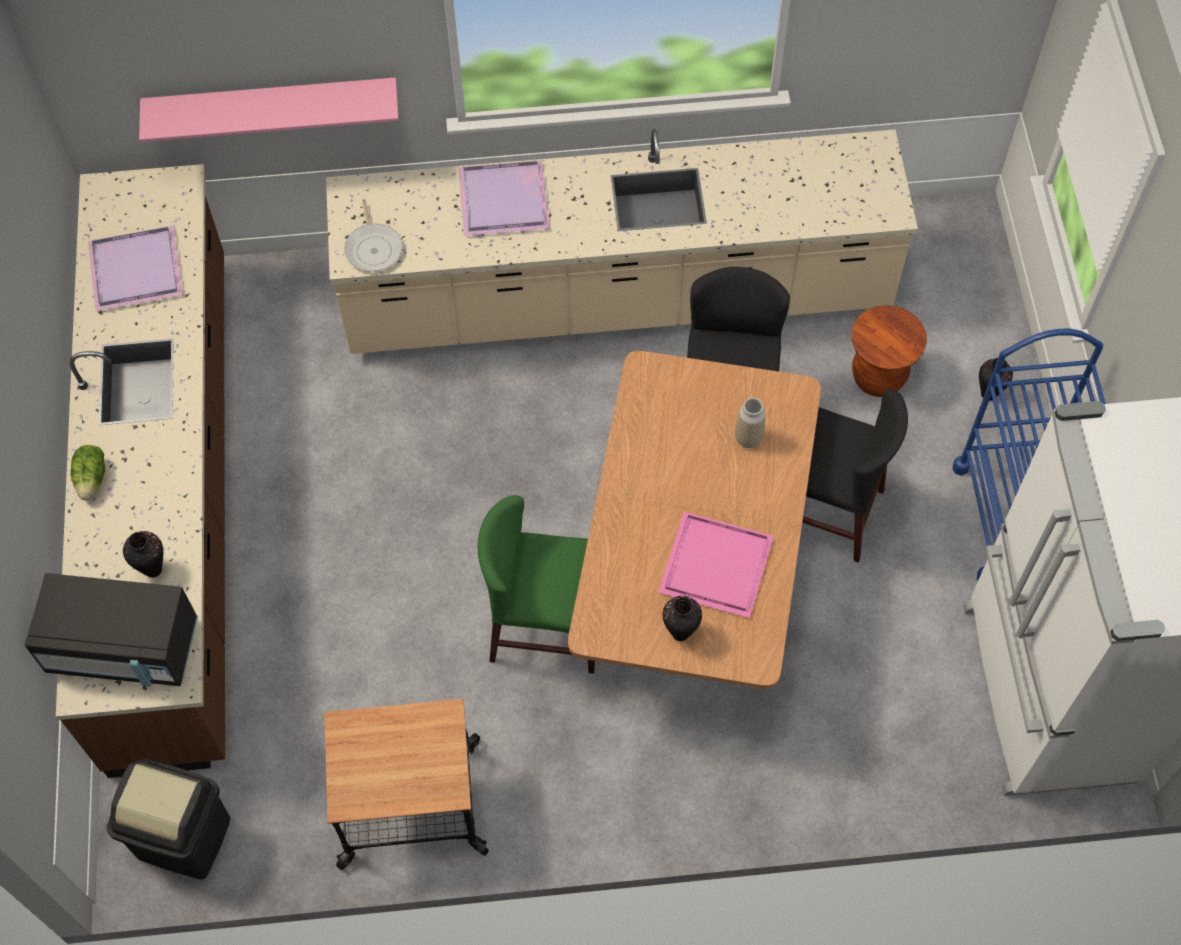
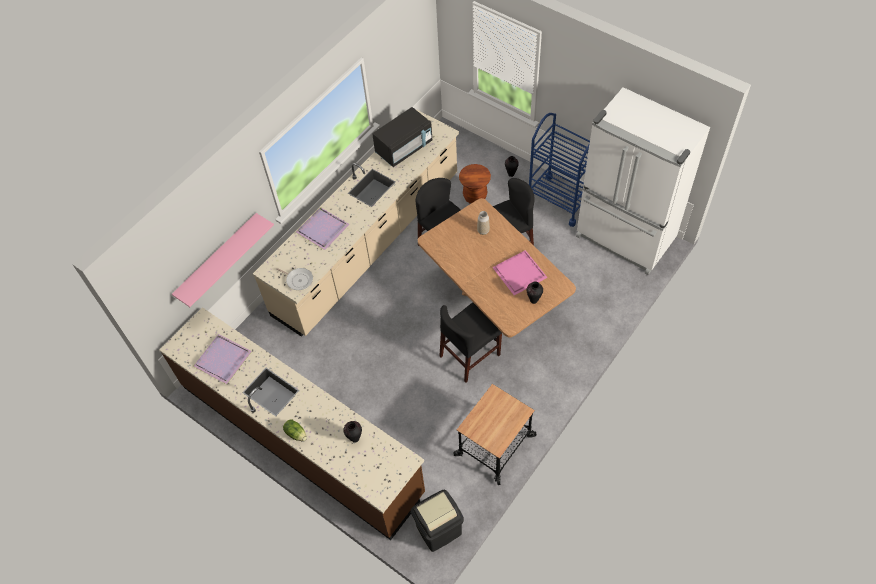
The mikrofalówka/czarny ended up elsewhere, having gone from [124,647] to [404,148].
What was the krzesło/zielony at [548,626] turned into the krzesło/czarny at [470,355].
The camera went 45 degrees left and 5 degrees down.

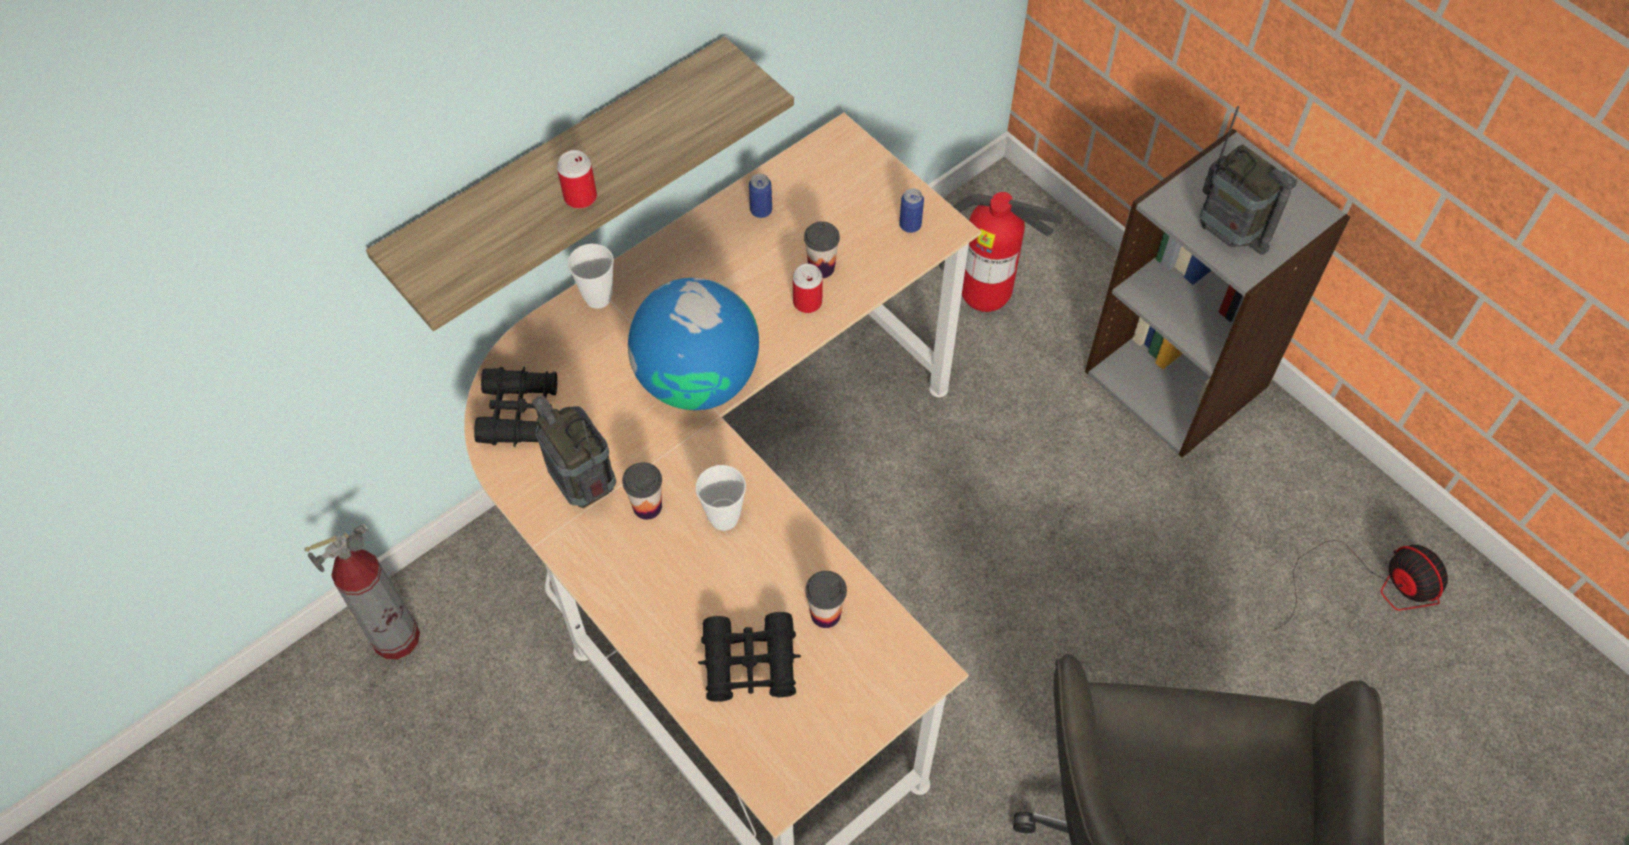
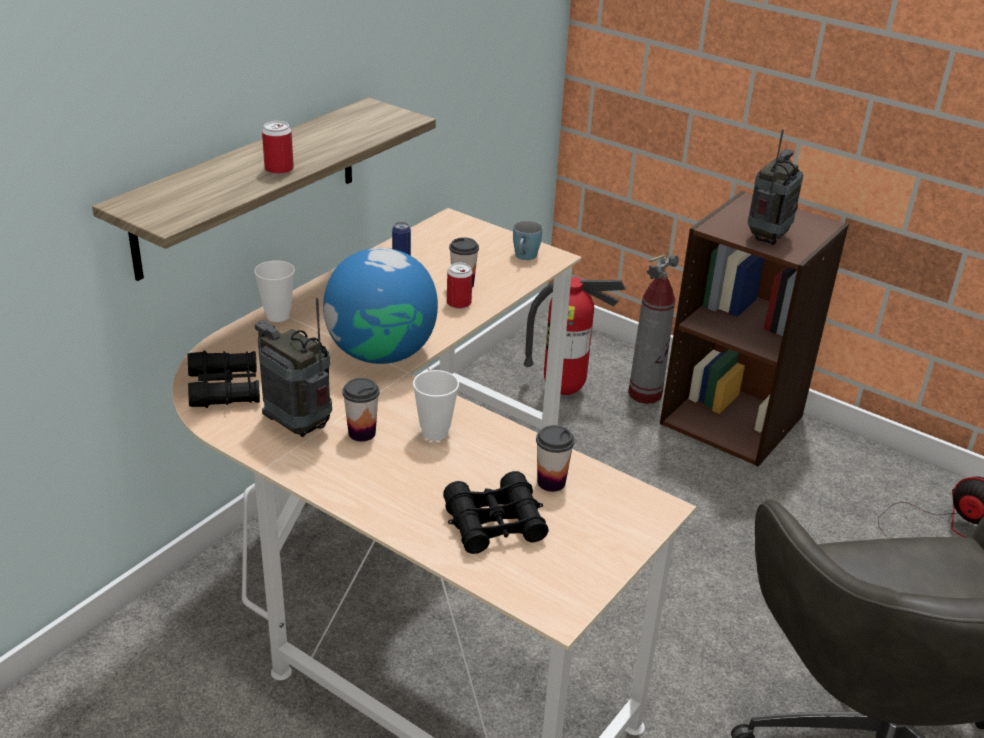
The gaśnica ended up elsewhere, having gone from [396,637] to [645,394].
Where the puszka stood at [910,225], the kubek/niebieski came to stand at [524,257].
What was the regał/szary at [1178,377] turned into the regał/brązowy at [732,419].
The radio at [1227,234] ended up facing another way, 90 degrees counterclockwise from before.
The camera went 15 degrees left and 25 degrees down.

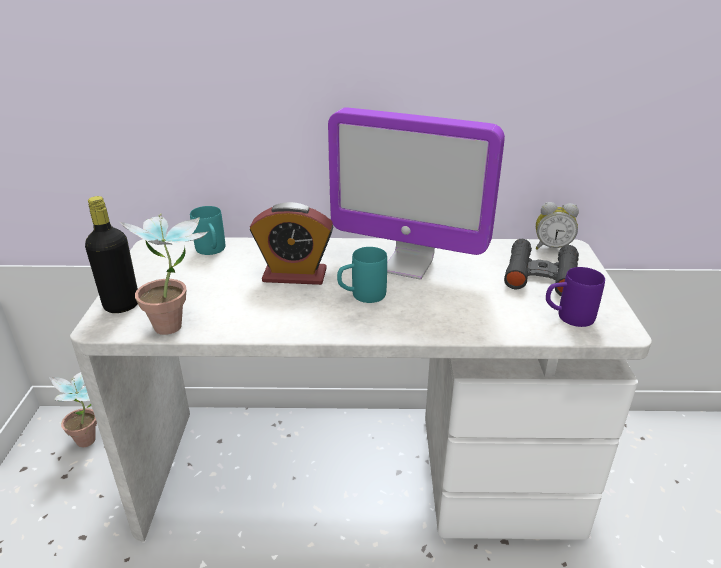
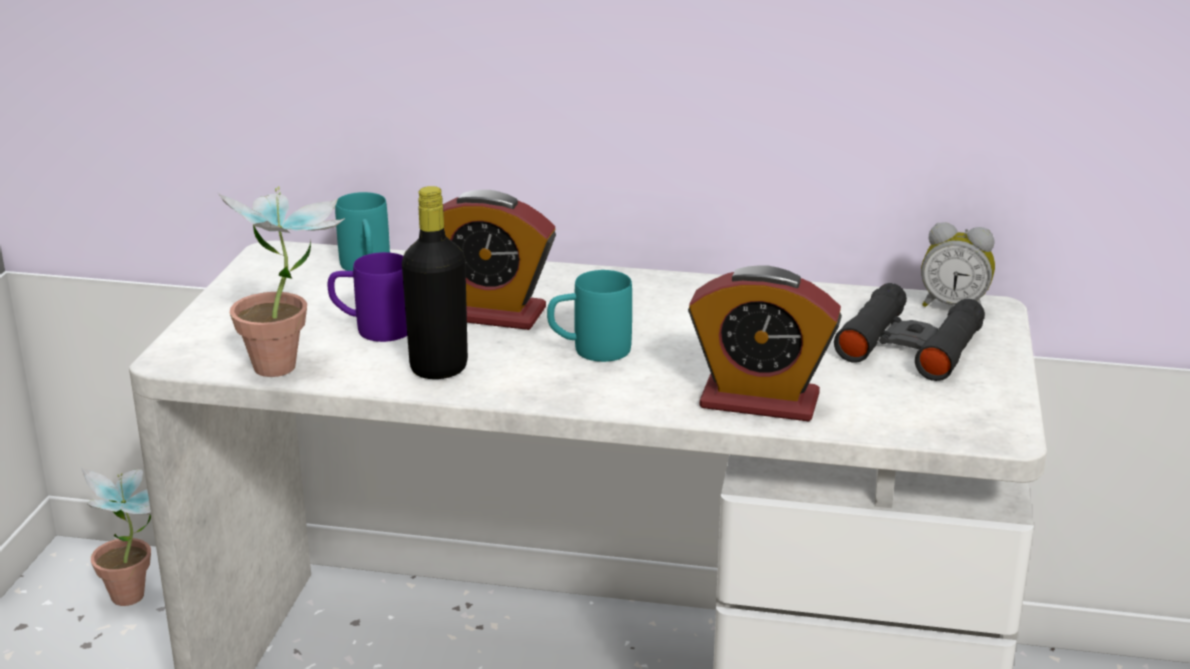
The second view lost the monitor at [408,265].
The second view gained the budzik at [759,401].
The butelka/czarny ended up elsewhere, having gone from [122,305] to [439,368].
The kubek/fioletowy ended up elsewhere, having gone from [567,317] to [372,329].
The camera went 10 degrees right and 5 degrees down.

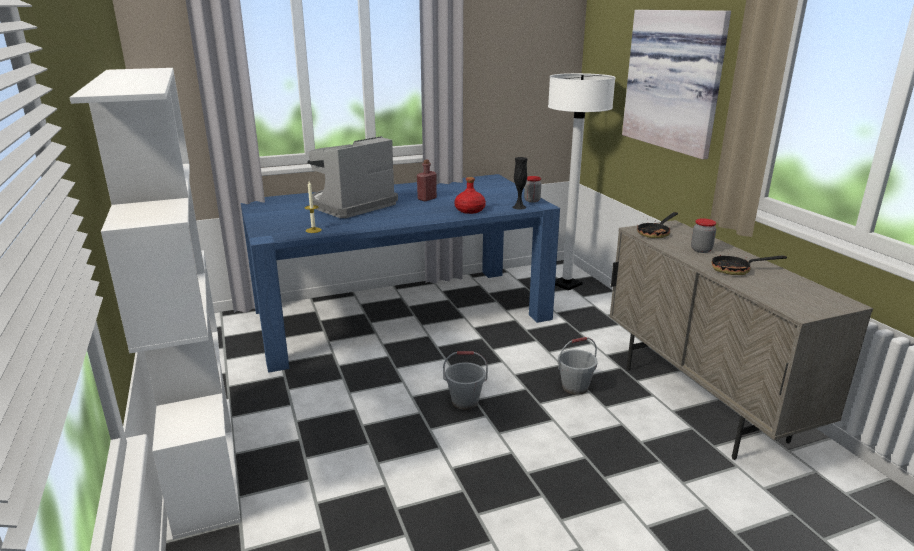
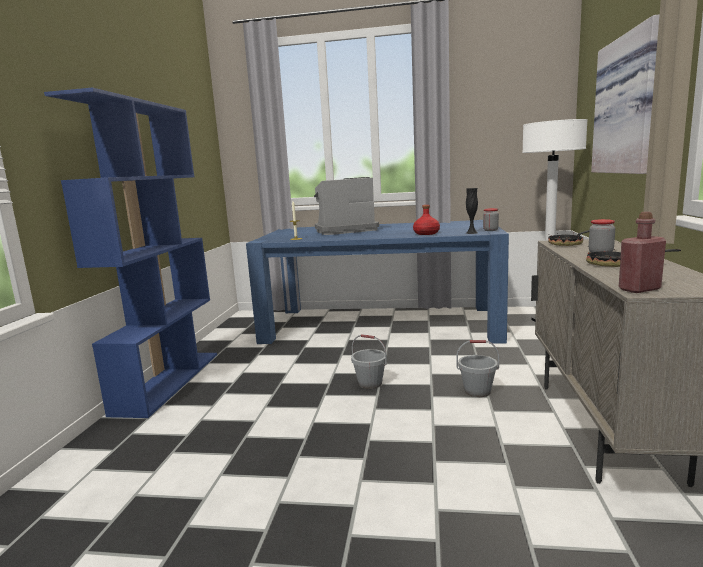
The butelka/czerwony ended up elsewhere, having gone from [427,199] to [639,289].
What was the regał/biały at [203,460] turned into the regał/niebieski at [168,381].
The camera went 30 degrees right and 10 degrees down.

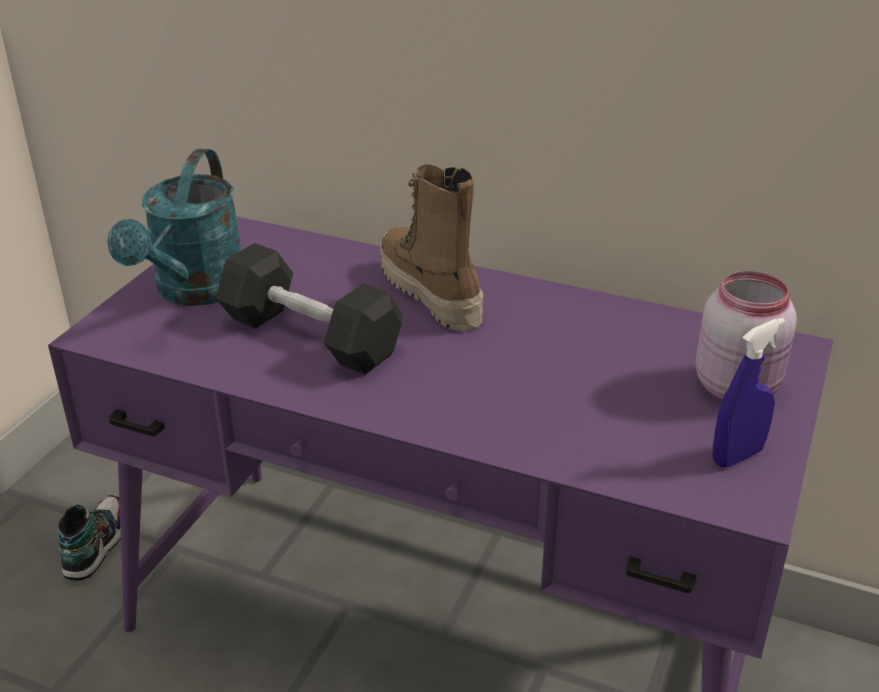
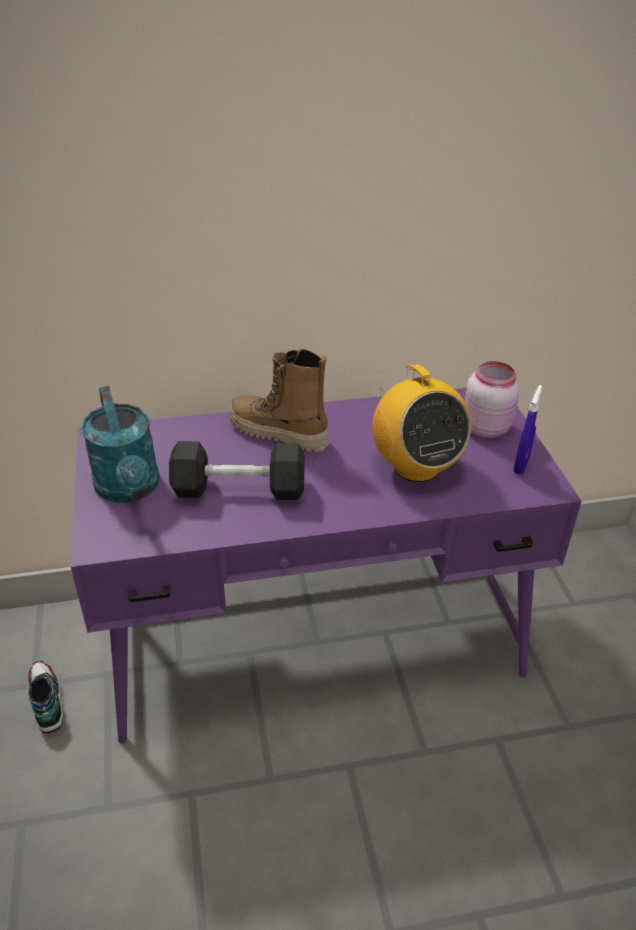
The second view gained the radio at [416,467].
The camera went 35 degrees left and 5 degrees up.

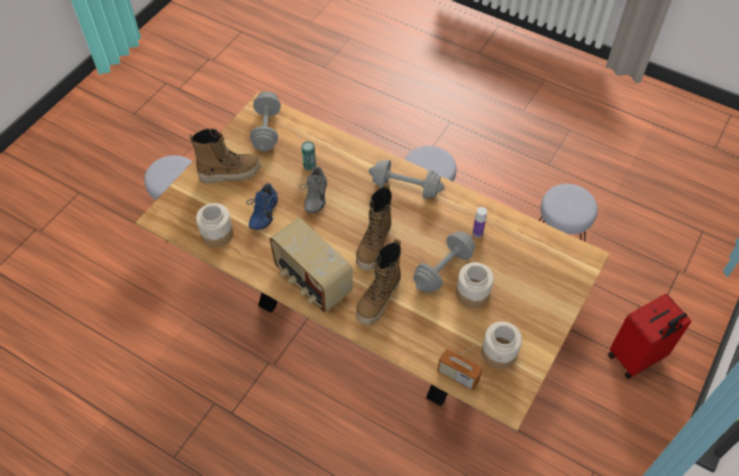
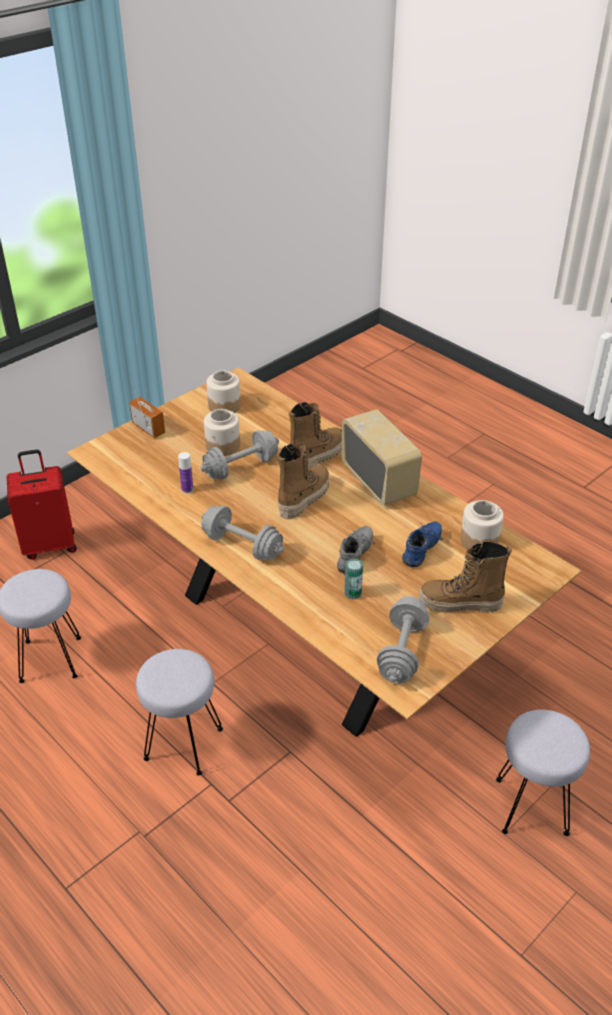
The radio ended up elsewhere, having gone from [458,376] to [148,428].
The camera went 165 degrees left and 15 degrees down.

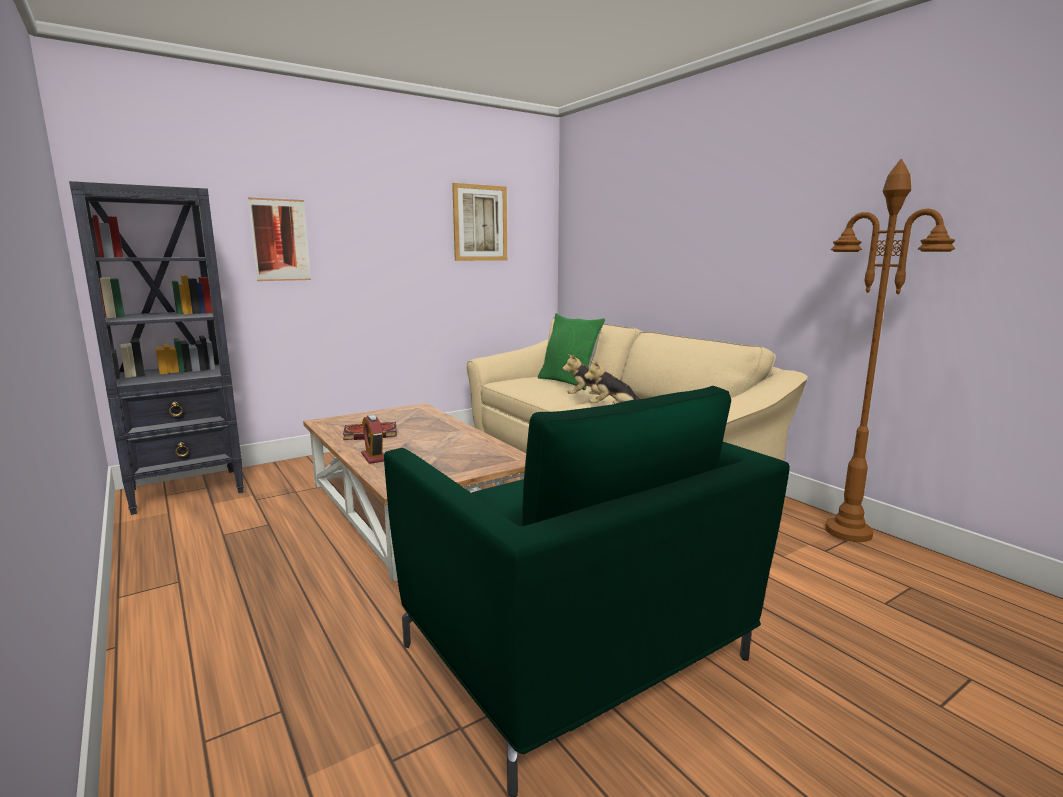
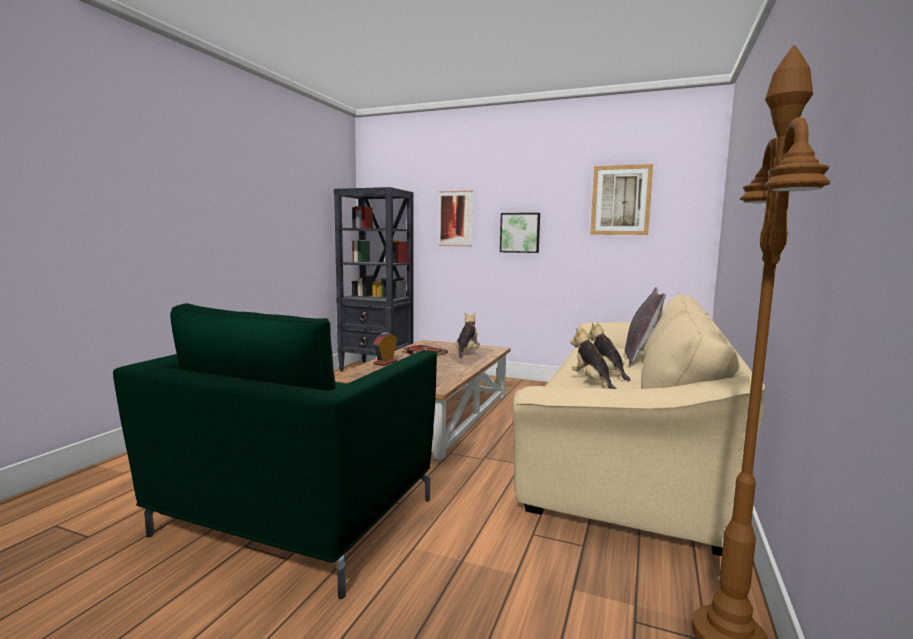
The second view gained the pluszak at [467,352].
The second view gained the obraz at [520,233].
What was the poduszka/zielony at [569,382] turned into the poduszka/szary at [641,358].
The camera went 55 degrees right and 5 degrees down.

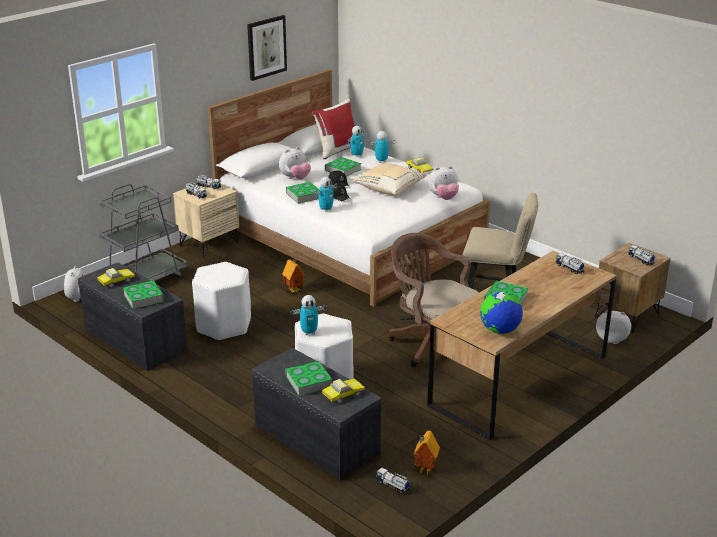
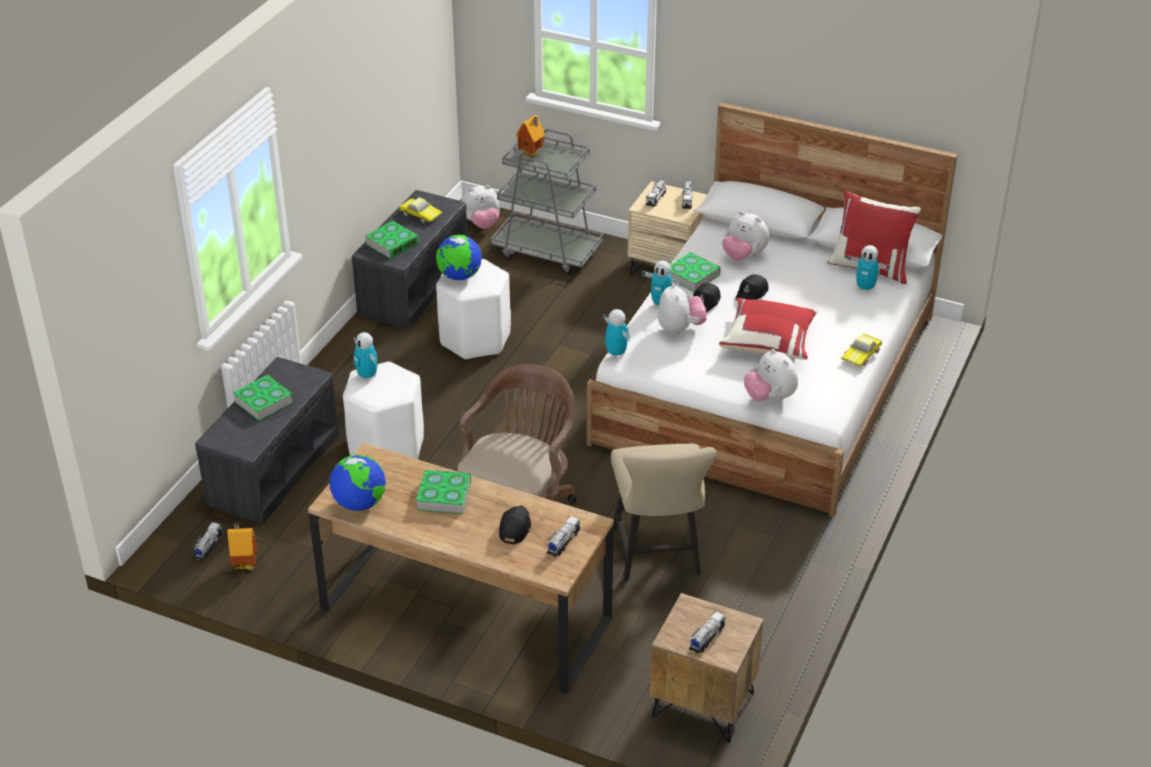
The second view lost the obraz at [266,47].
The second view lost the samochodzik at [342,394].
The second view lost the książka at [342,170].
The second view gained the globus at [459,276].
The second view gained the czapka z daszkiem/czarny at [514,527].
The domek ended up elsewhere, having gone from [294,290] to [531,155].
The robot zabawkowy ended up elsewhere, having gone from [381,161] to [616,353].
The pluszak ended up elsewhere, having gone from [611,339] to [680,328].
What was the poduszka/beżowy at [389,189] turned into the poduszka/czerwony at [769,342].
The camera went 70 degrees right and 10 degrees up.

